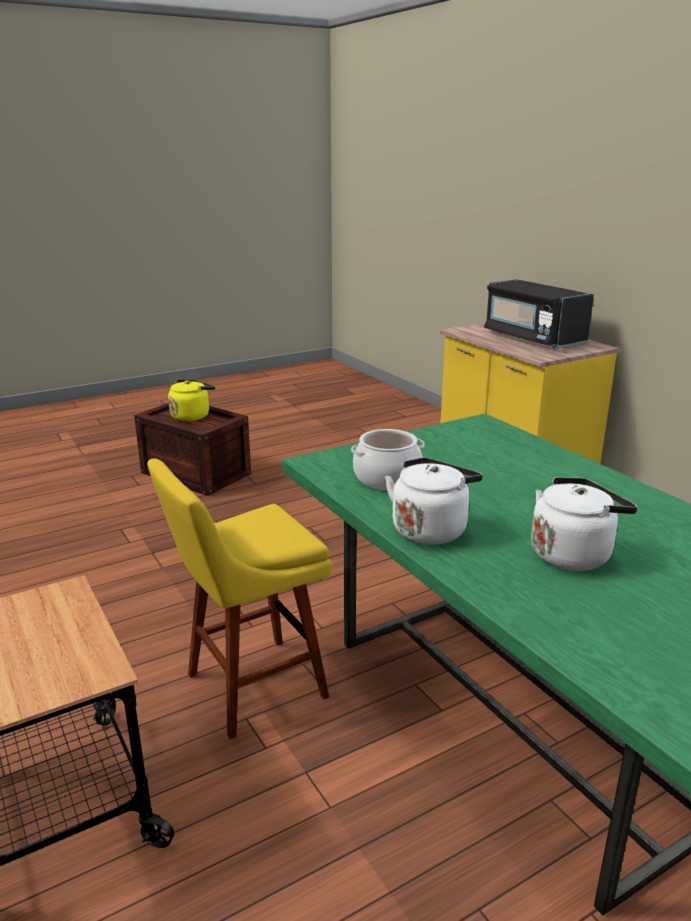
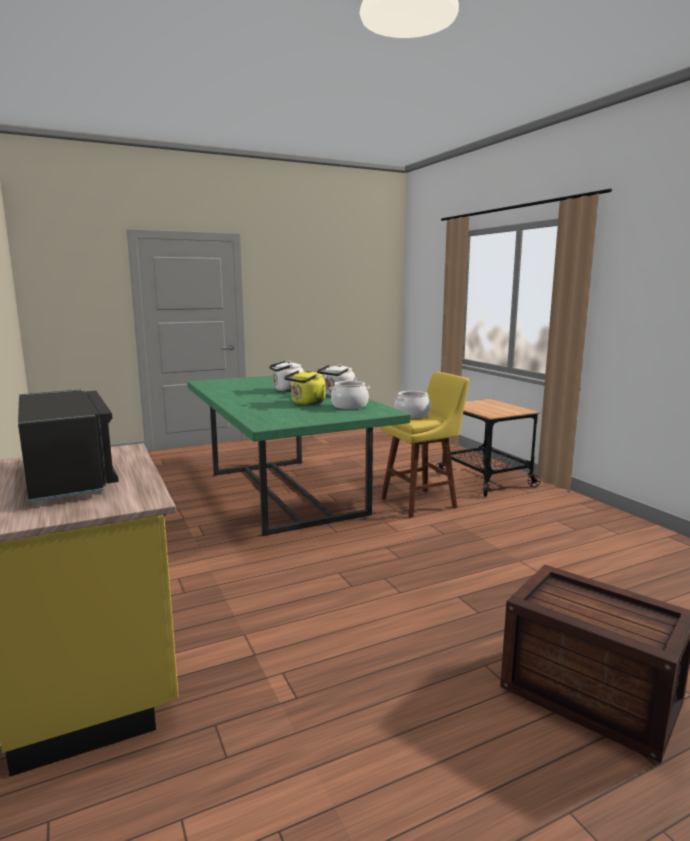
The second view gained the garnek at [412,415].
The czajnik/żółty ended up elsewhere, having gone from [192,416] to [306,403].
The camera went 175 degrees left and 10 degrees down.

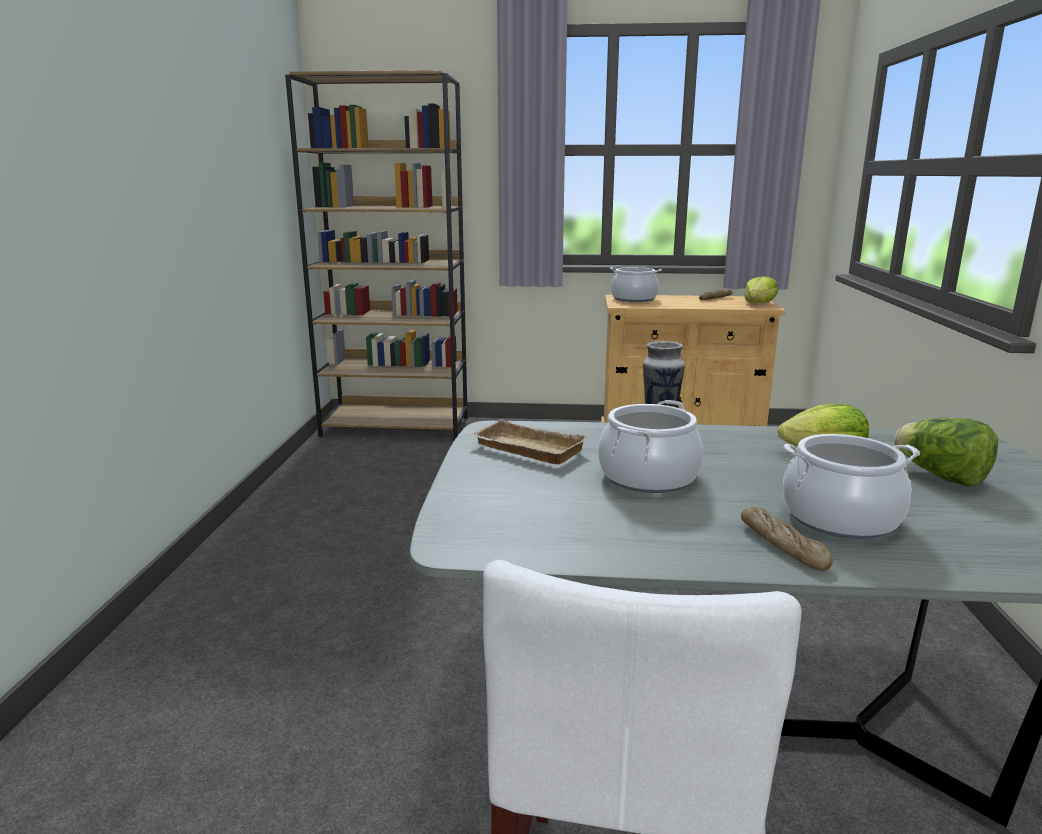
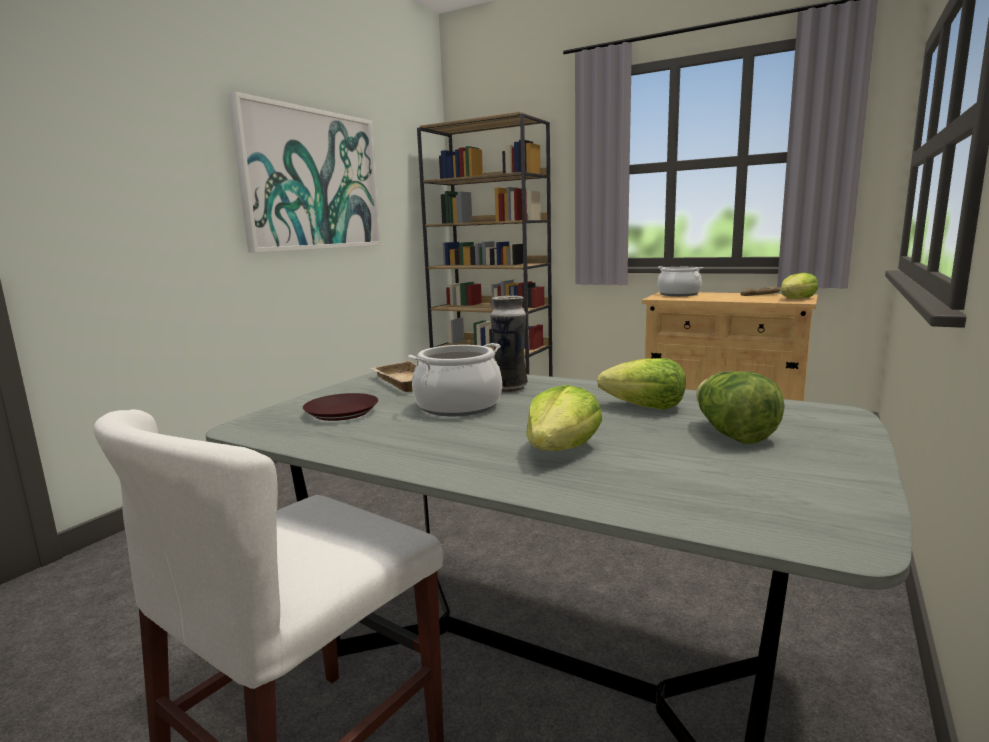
The second view lost the chleb at [782,546].
The second view gained the obraz at [312,180].
The second view gained the talerz/brązowy at [341,412].
Where the garnek stood at [840,518], the sałata came to stand at [561,449].
The camera went 25 degrees right and 5 degrees down.

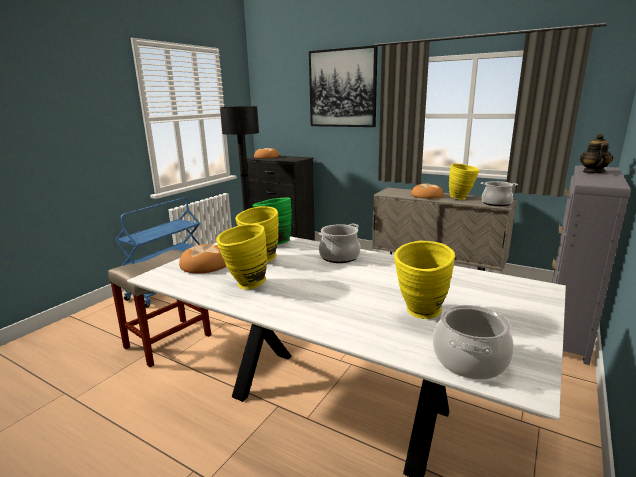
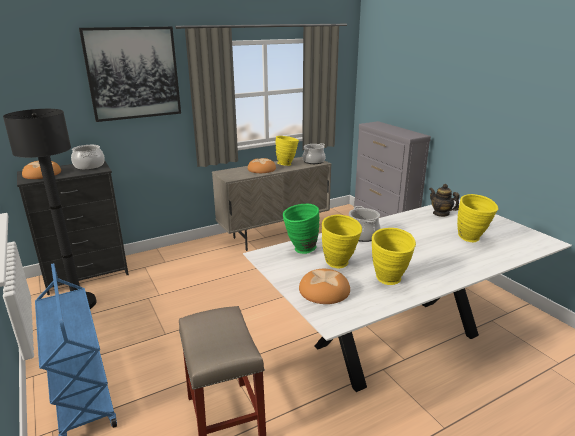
The garnek ended up elsewhere, having gone from [470,360] to [89,166].
The imbryk ended up elsewhere, having gone from [593,172] to [441,213].
The camera went 60 degrees left and 5 degrees up.

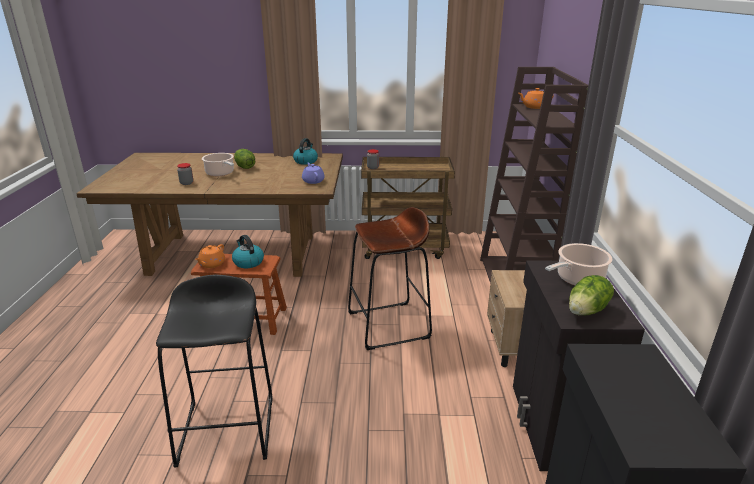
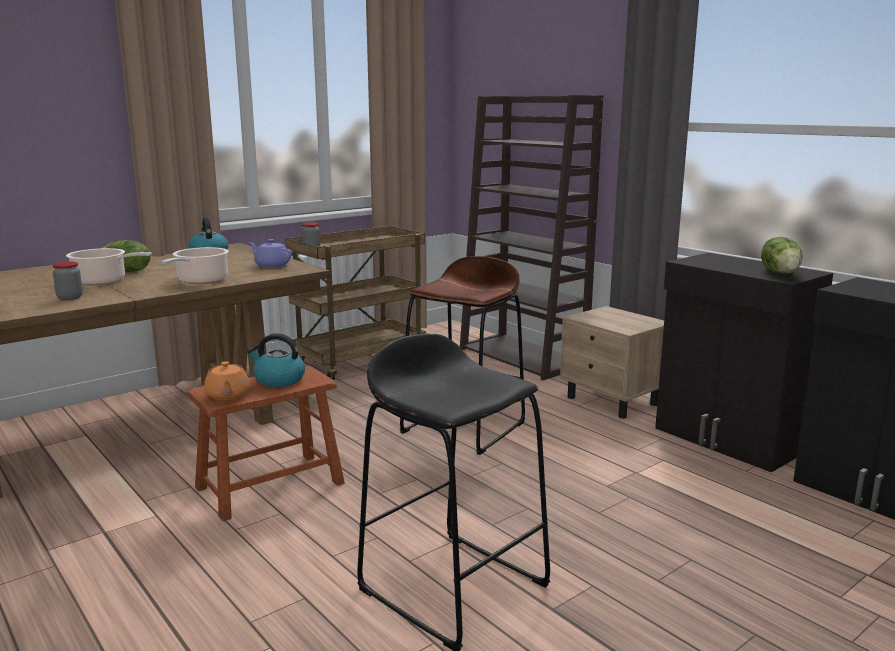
The second view lost the imbryk/pomarańczowy at [534,107].
The garnek ended up elsewhere, having gone from [577,279] to [201,281].
The camera went 40 degrees left and 10 degrees down.

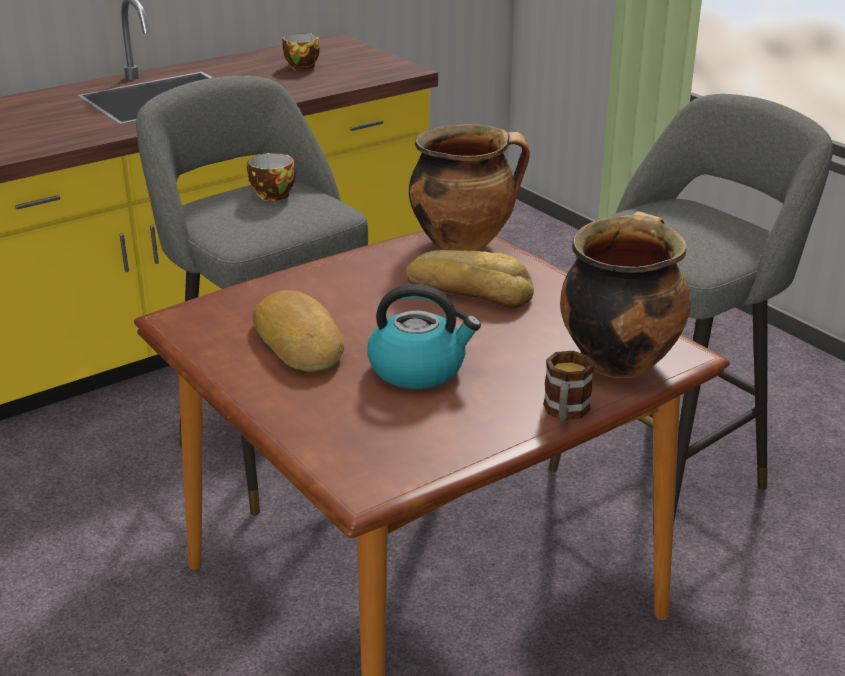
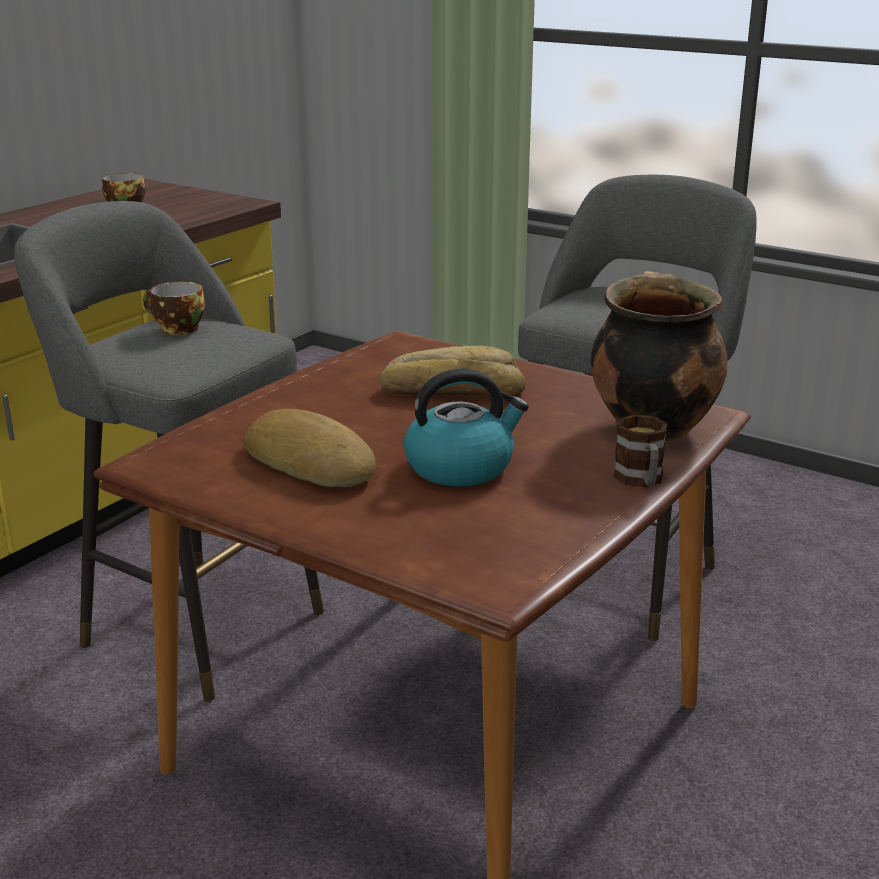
The second view lost the garnek at [464,244].
The camera went 20 degrees left and 5 degrees down.

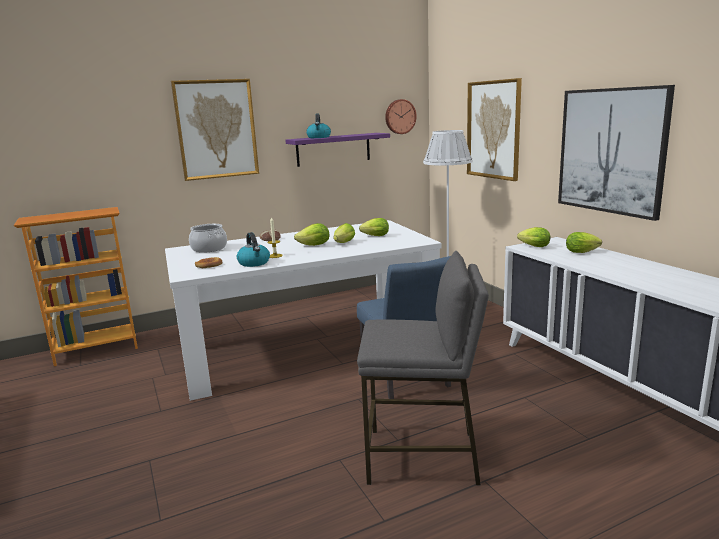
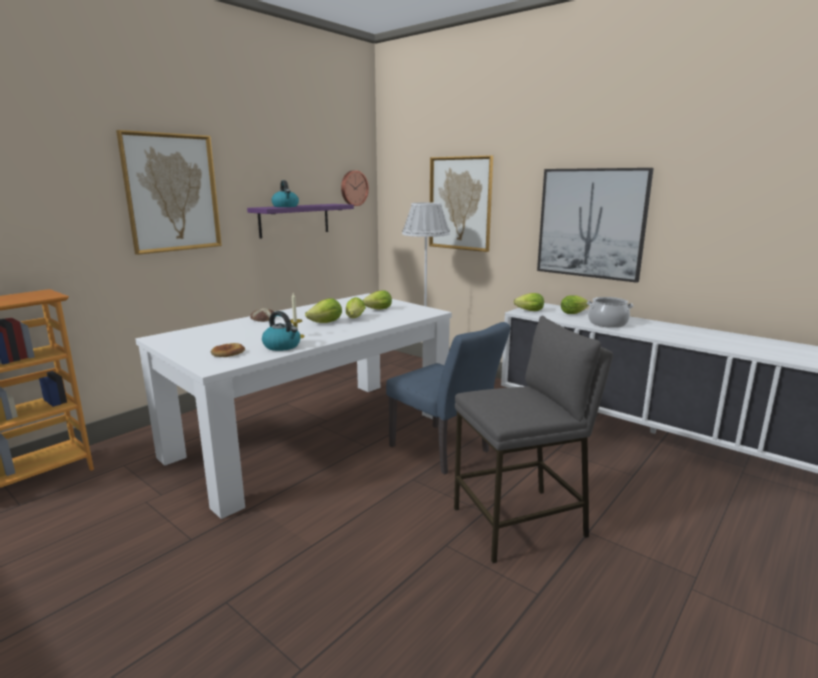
The garnek ended up elsewhere, having gone from [209,248] to [607,323].
The camera went 25 degrees left and 0 degrees up.

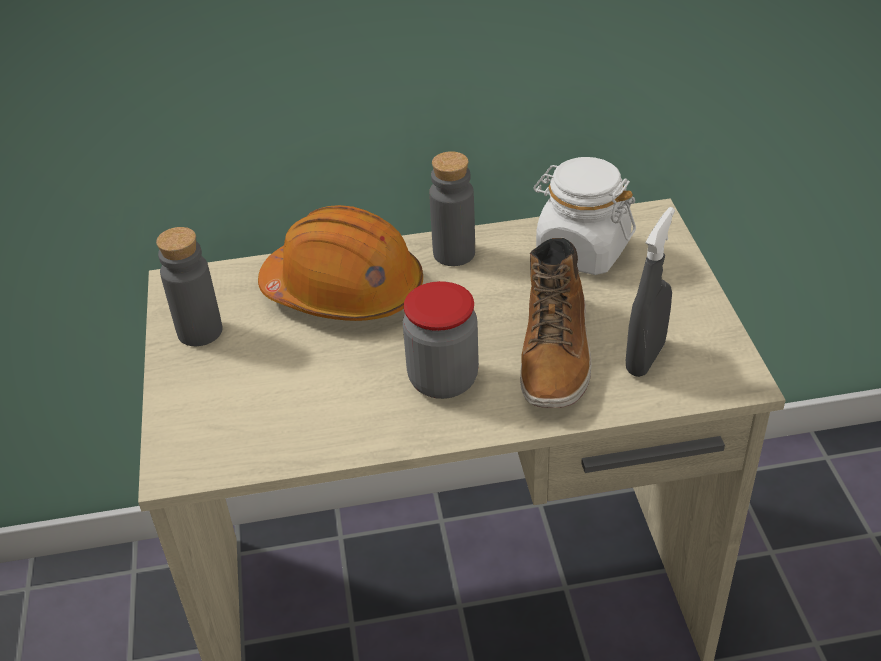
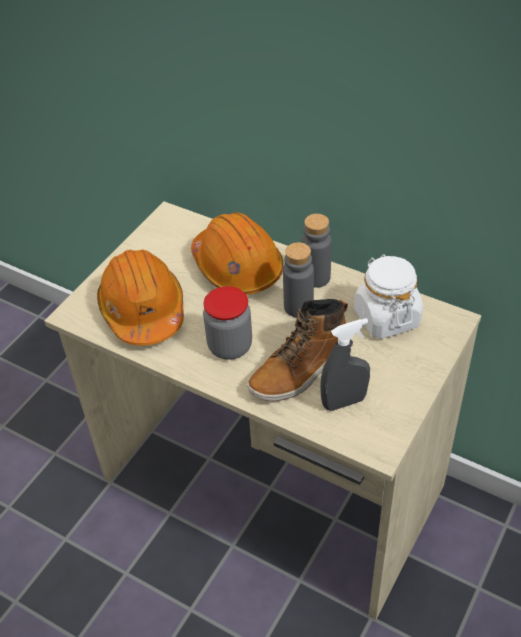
The second view gained the kask/pomarańczowy at [143,310].
The butelka/szary ended up elsewhere, having gone from [200,331] to [298,307].
The camera went 40 degrees right and 5 degrees up.

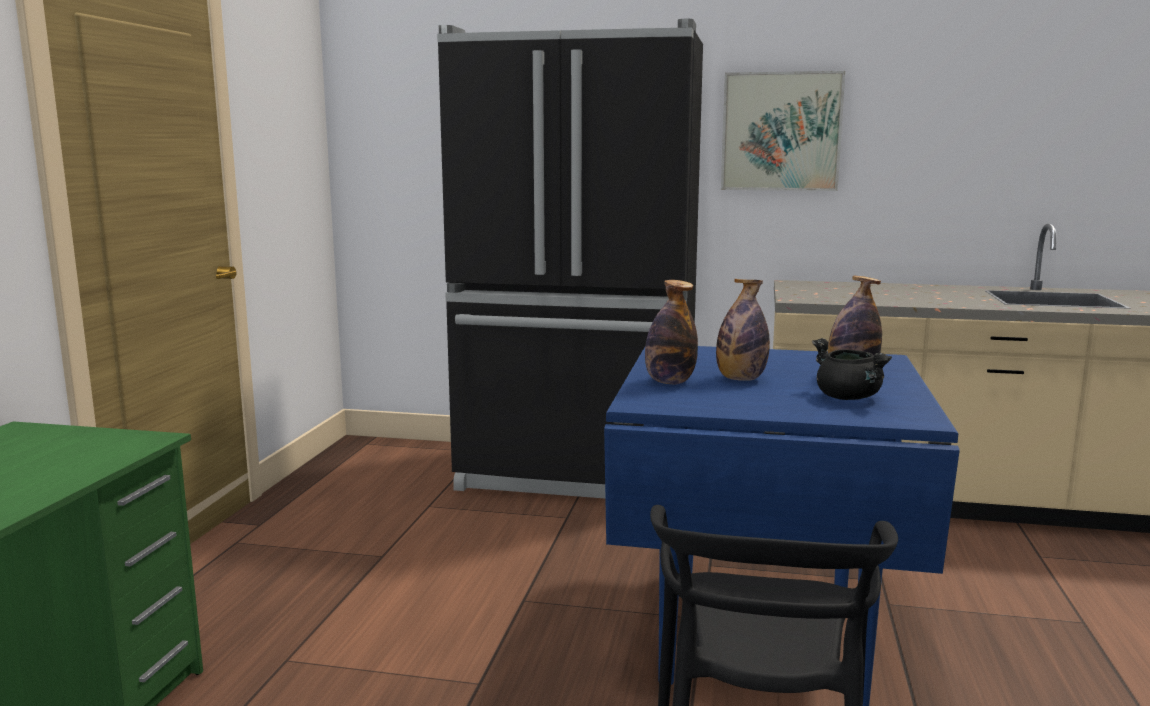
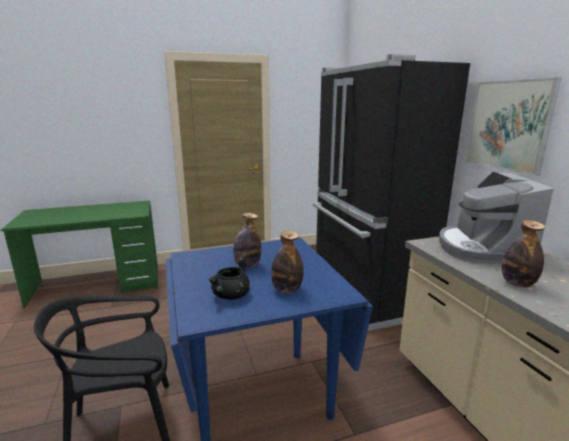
The second view gained the ekspres do kawy at [482,249].
The butelka ended up elsewhere, having gone from [669,382] to [517,284].
The camera went 60 degrees right and 5 degrees up.

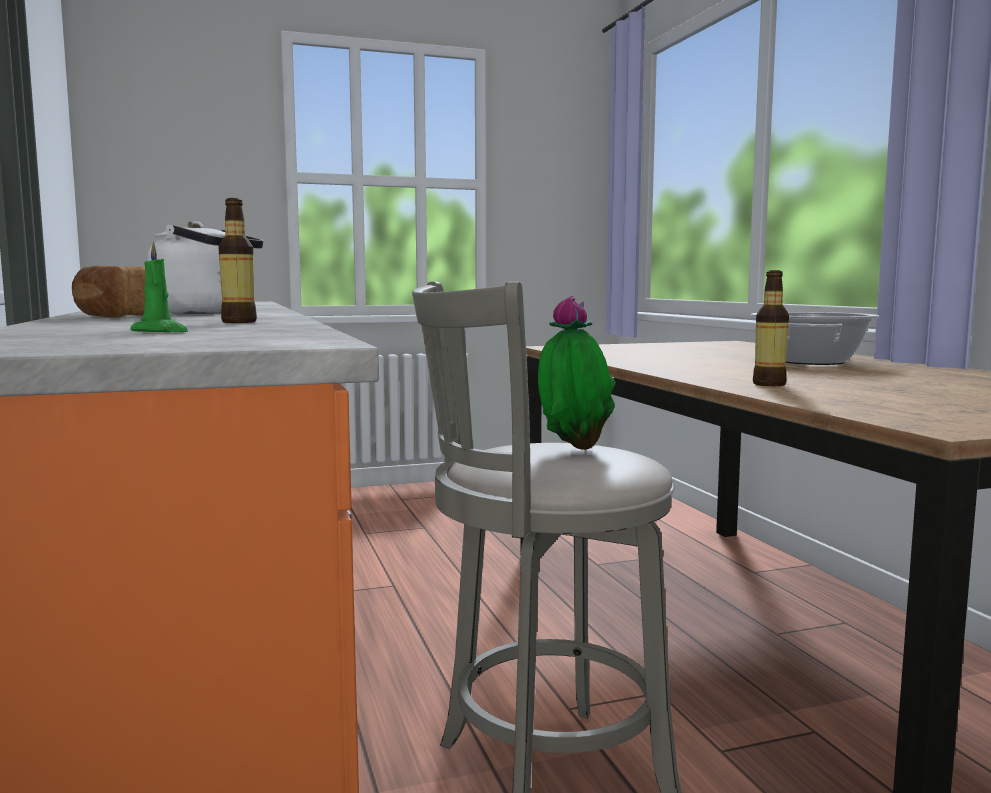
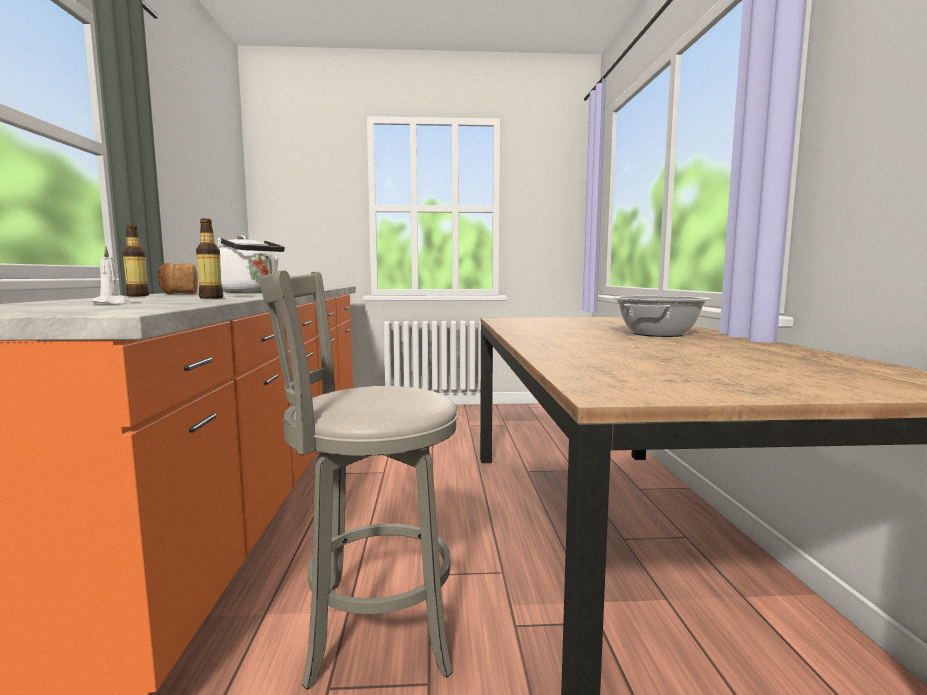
The second view lost the roślina doniczkowa at [572,449].
The butelka ended up elsewhere, having gone from [769,384] to [137,295].
What was the świeca/zielony at [161,332] turned into the świeca/biały at [112,303].
The camera went 15 degrees right and 0 degrees up.

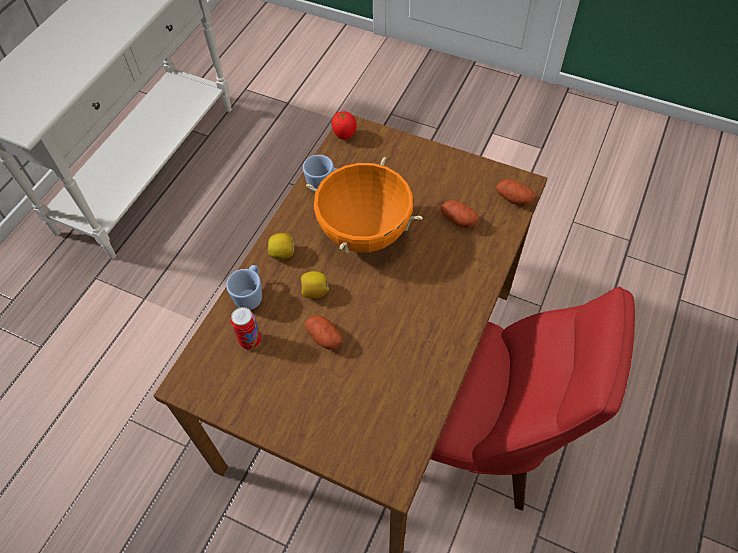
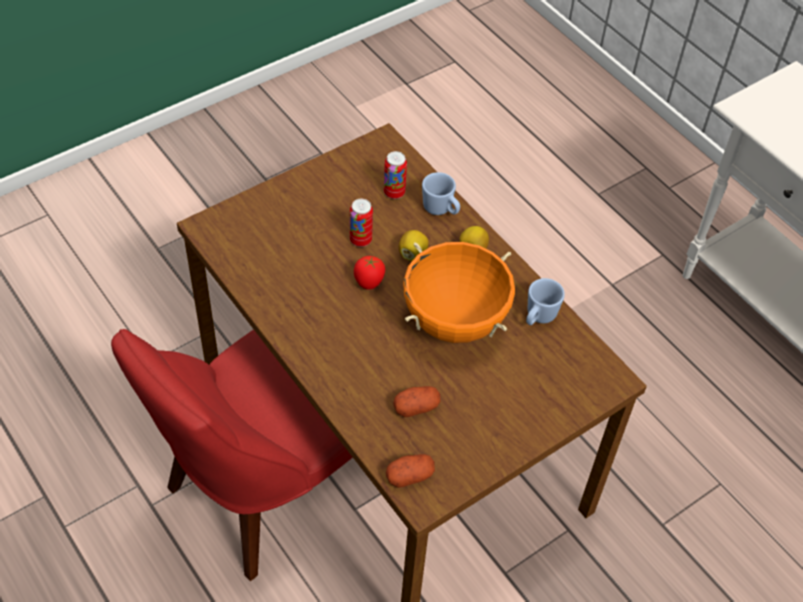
The pomidor ended up elsewhere, having gone from [344,135] to [369,283].
Where the ziemniak stood at [324,337], the puszka came to stand at [360,240].
The camera went 115 degrees right and 5 degrees down.

